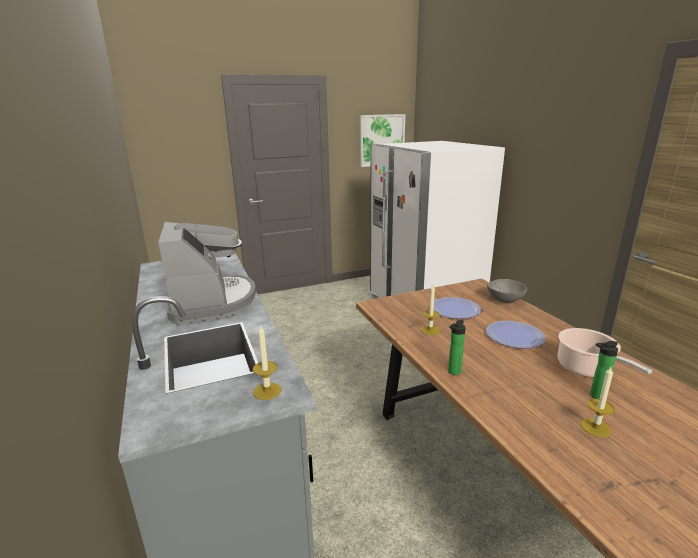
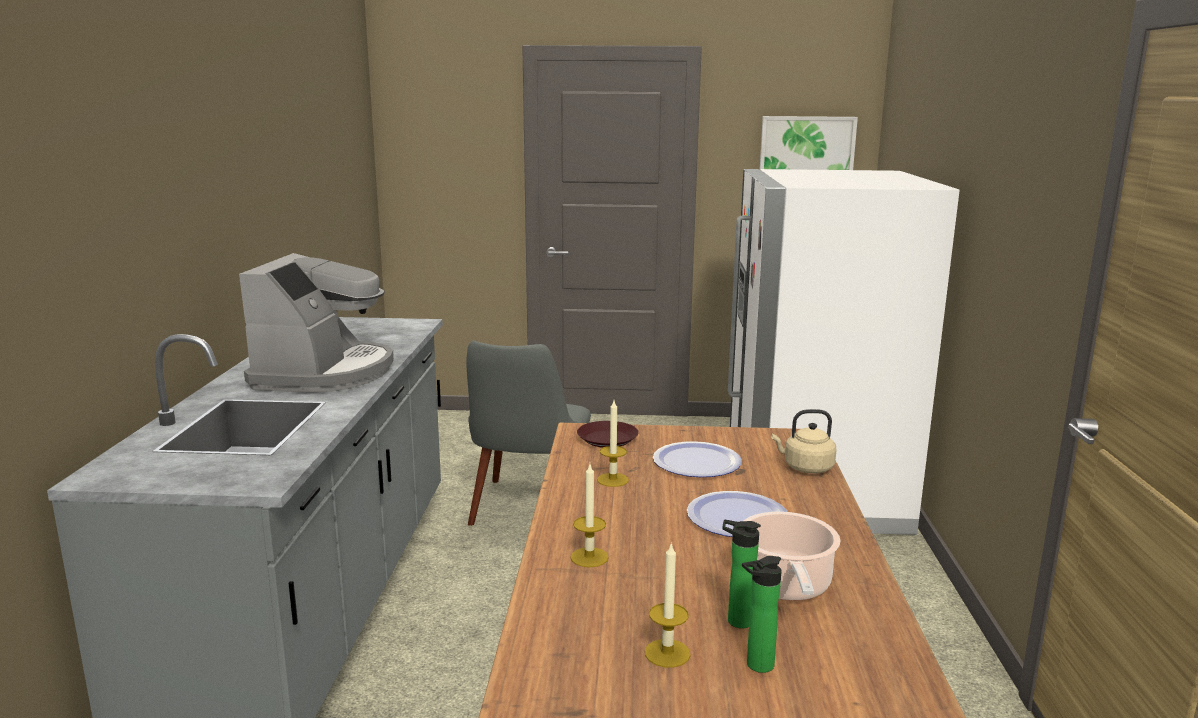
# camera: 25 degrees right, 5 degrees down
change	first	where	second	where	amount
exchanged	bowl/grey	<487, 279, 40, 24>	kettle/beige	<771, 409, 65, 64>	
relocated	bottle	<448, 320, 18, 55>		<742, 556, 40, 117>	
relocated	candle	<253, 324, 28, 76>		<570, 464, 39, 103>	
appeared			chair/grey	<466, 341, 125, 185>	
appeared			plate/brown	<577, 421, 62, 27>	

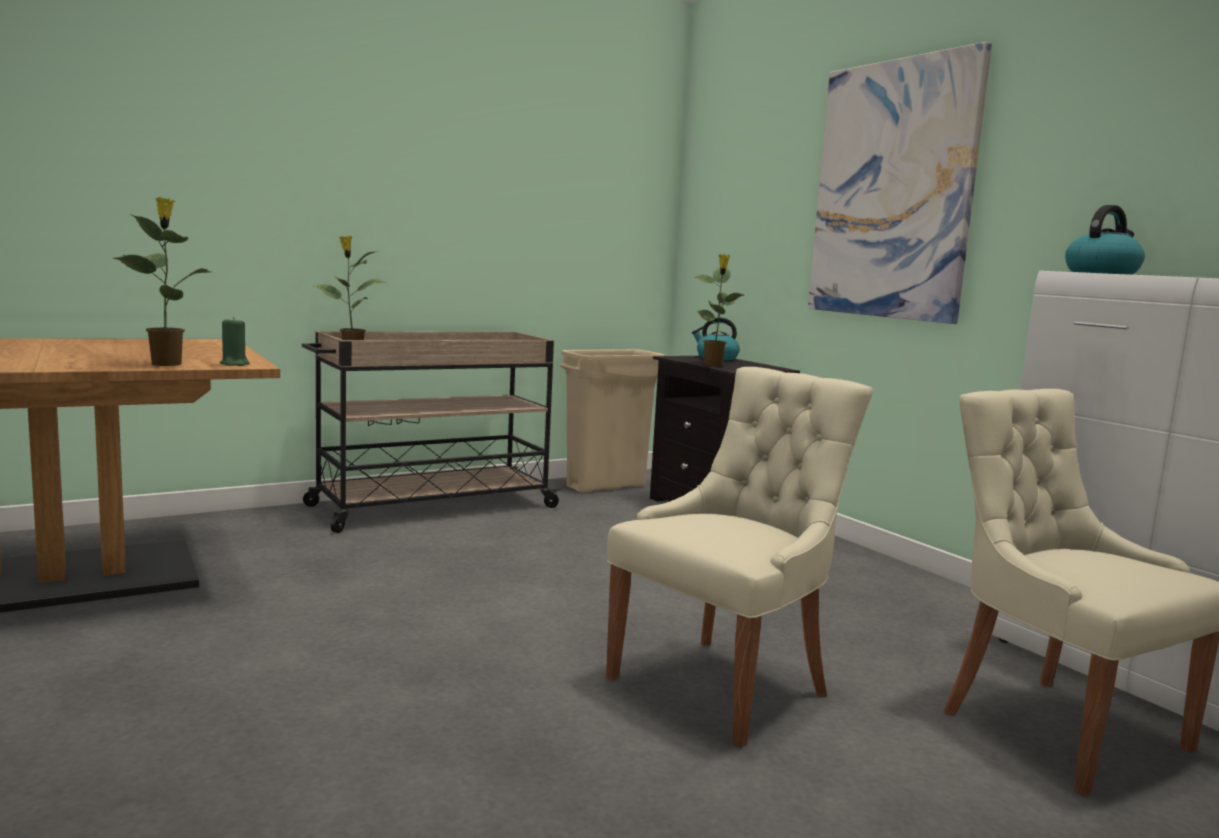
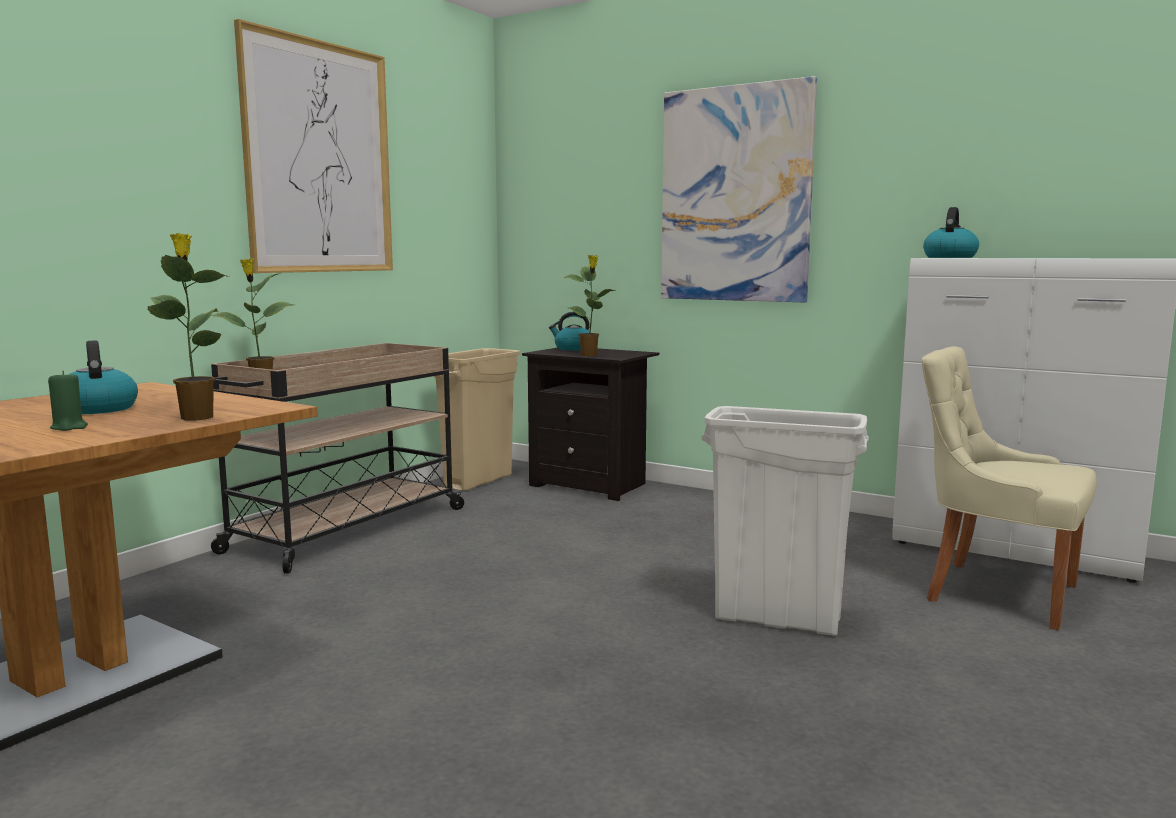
# camera: 25 degrees left, 0 degrees up
change	first	where	second	where	amount
relocated	candle/green	<220, 317, 29, 49>		<48, 371, 40, 60>	
exchanged	chair/beige	<606, 367, 267, 381>	trash can/white	<701, 406, 168, 230>	
appeared			picture	<234, 19, 159, 254>	
appeared			kettle	<69, 340, 69, 74>	

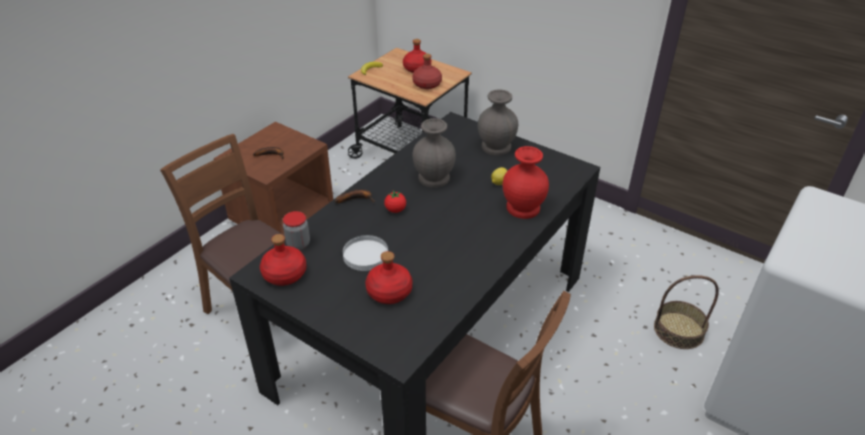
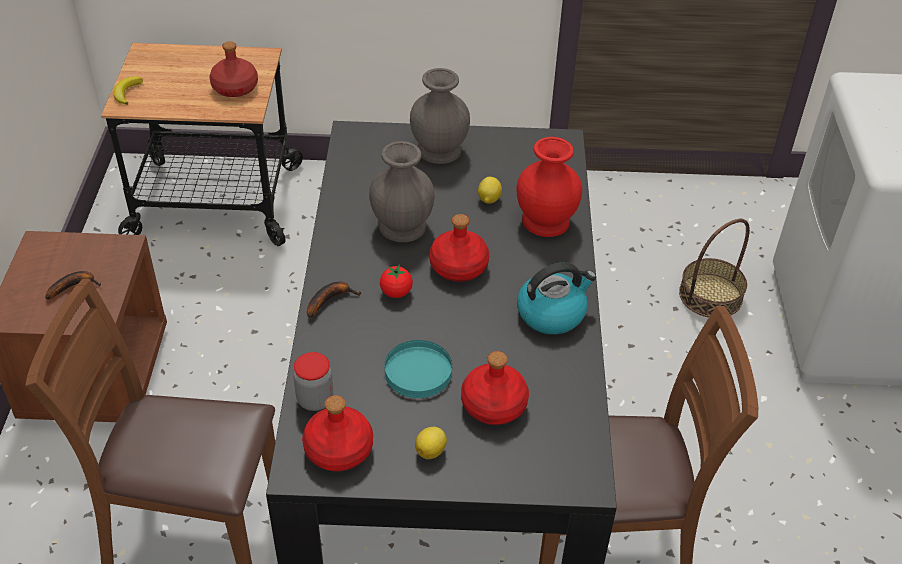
# camera: 35 degrees left, 5 degrees up
change	first	where	second	where	amount
relocated	bottle/red	<403, 39, 28, 34>		<429, 214, 60, 68>	
colour	plate/white	<343, 235, 45, 36>	plate/turquoise	<385, 340, 67, 58>	
appeared			kettle	<517, 262, 79, 72>	
appeared			lemon	<415, 427, 32, 32>	

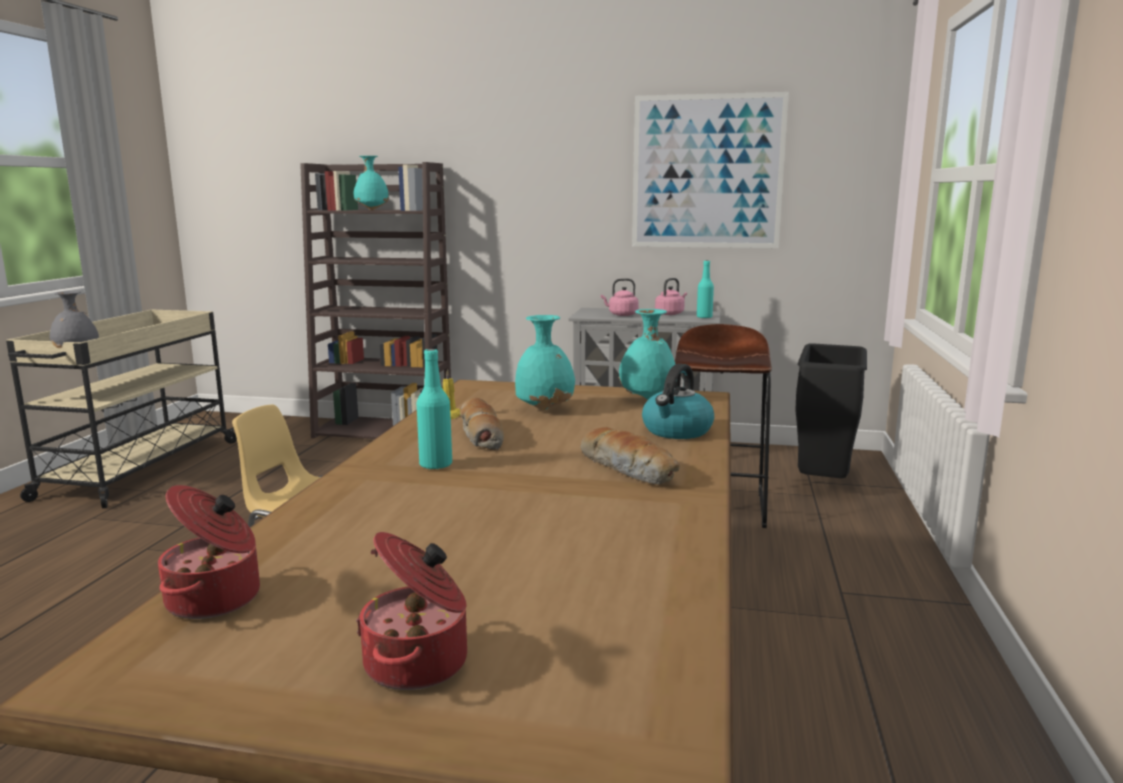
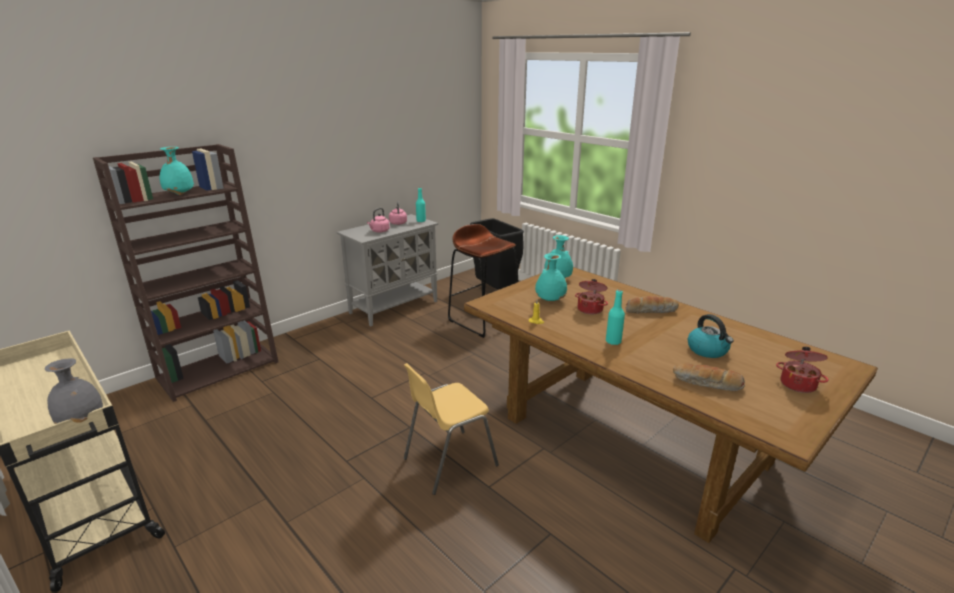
# camera: 55 degrees left, 10 degrees up
change	first	where	second	where	amount
missing	picture	<632, 92, 157, 156>			
relocated	kettle	<642, 363, 72, 76>		<688, 314, 45, 44>	
relocated	bread	<460, 398, 44, 52>		<673, 363, 72, 28>	
relocated	cooking pot	<158, 485, 102, 134>		<575, 279, 33, 35>	

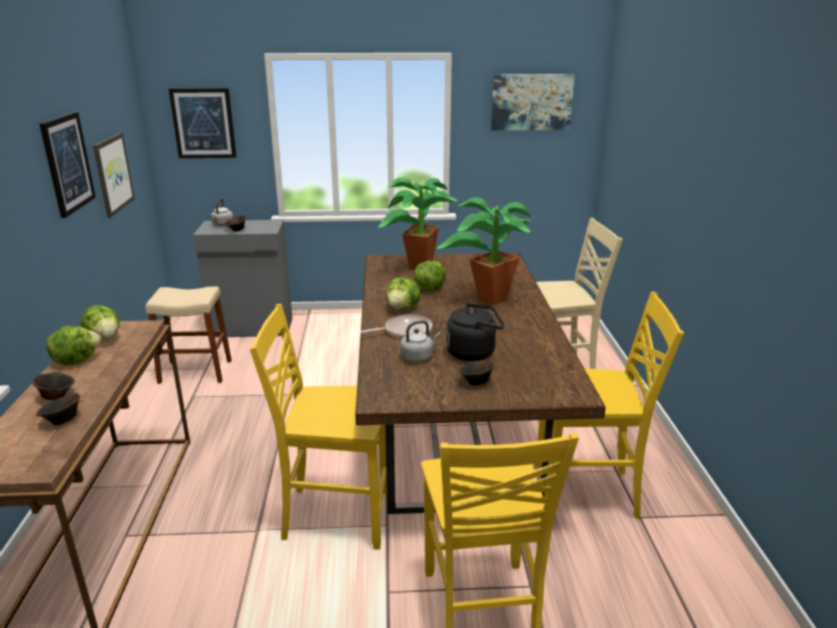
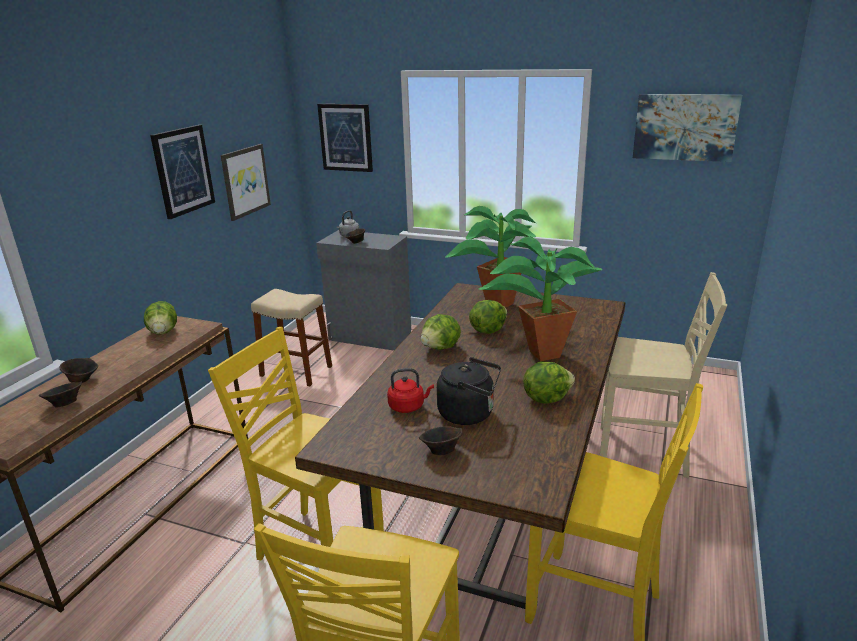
# camera: 25 degrees right, 0 degrees up
change	first	where	second	where	amount
missing	frying pan	<361, 315, 72, 24>			
colour	kettle/grey	<400, 320, 41, 42>	kettle/red	<387, 368, 47, 45>	
relocated	lettuce	<47, 326, 54, 39>		<523, 362, 52, 42>	

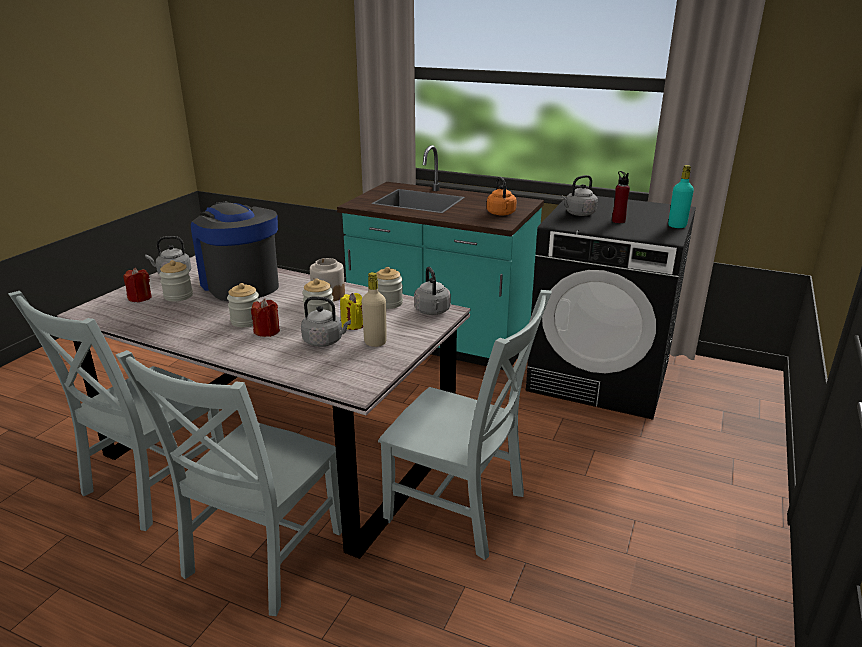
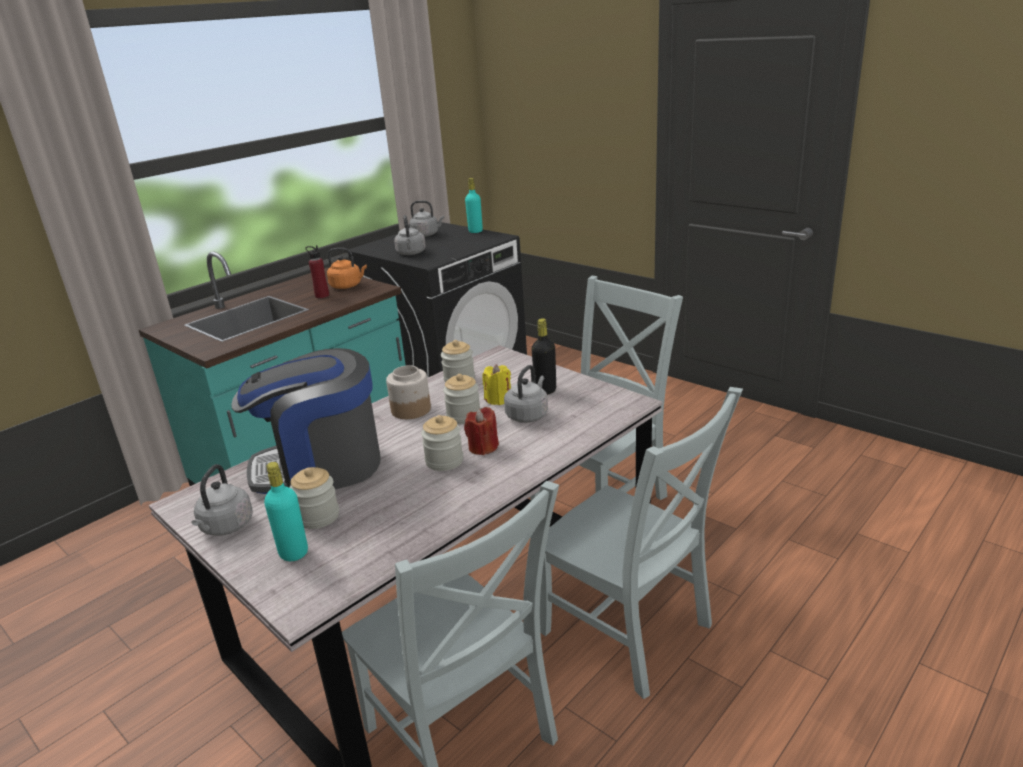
# camera: 70 degrees left, 0 degrees up
change	first	where	second	where	amount
relocated	bottle/red	<612, 171, 18, 52>		<305, 245, 24, 53>	
relocated	kettle/grey	<414, 267, 37, 48>		<409, 201, 35, 36>	
exchanged	candle/red	<123, 268, 29, 34>	bottle/turquoise	<264, 462, 44, 99>	
colour	bottle/beige	<361, 272, 26, 75>	bottle/black	<532, 318, 24, 77>	

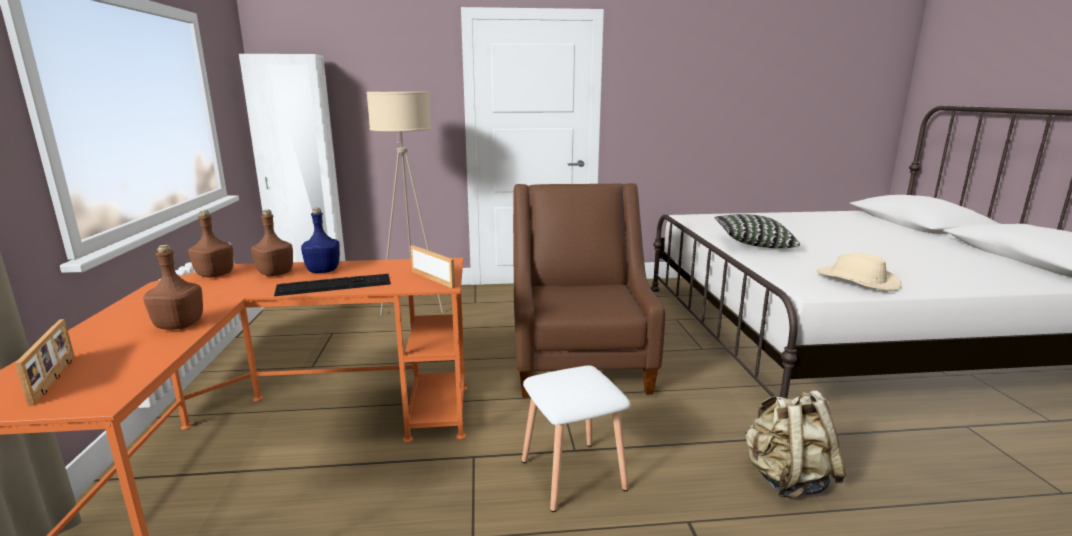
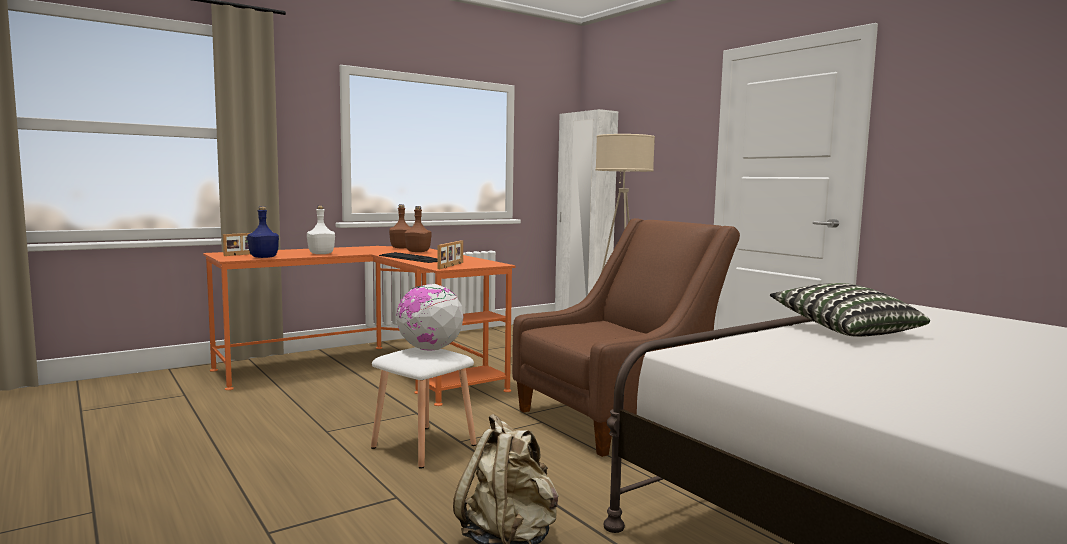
# camera: 60 degrees right, 10 degrees down
change	first	where	second	where	amount
relocated	bottle/blue	<301, 208, 39, 65>		<247, 206, 32, 52>	
colour	bottle/brown	<143, 245, 60, 85>	bottle/white	<307, 205, 28, 49>	
missing	hat/beige	<816, 253, 85, 38>			
appeared			globe	<396, 284, 68, 66>	

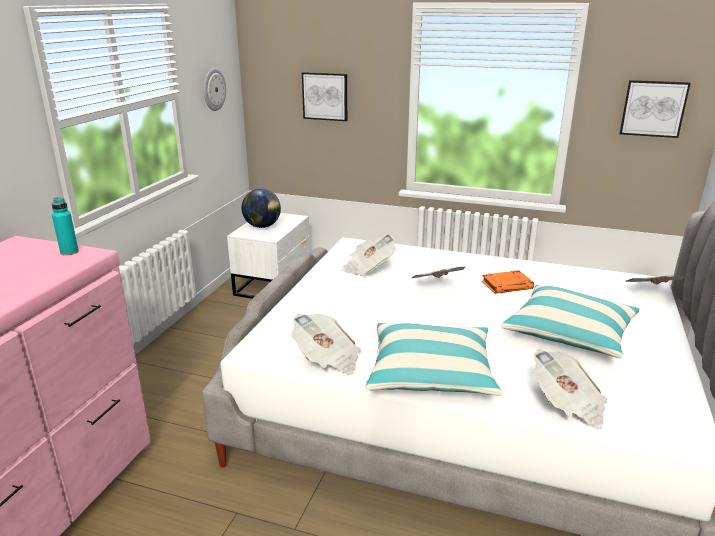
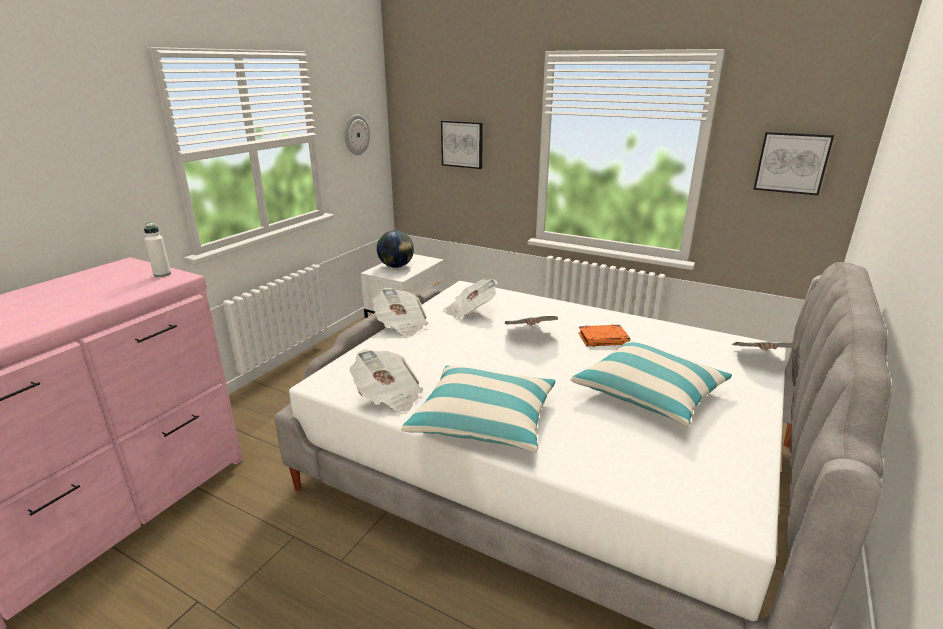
# camera: 10 degrees right, 0 degrees up
change	first	where	second	where	amount
colour	bottle/turquoise	<52, 197, 27, 58>	bottle/white	<144, 222, 27, 55>	
relocated	newspaper	<533, 350, 74, 79>		<372, 288, 57, 50>	

